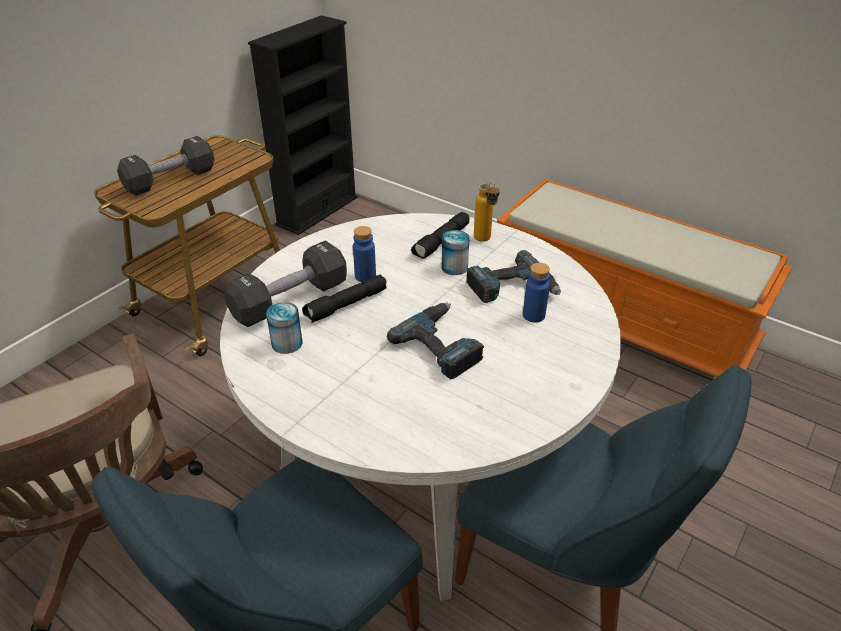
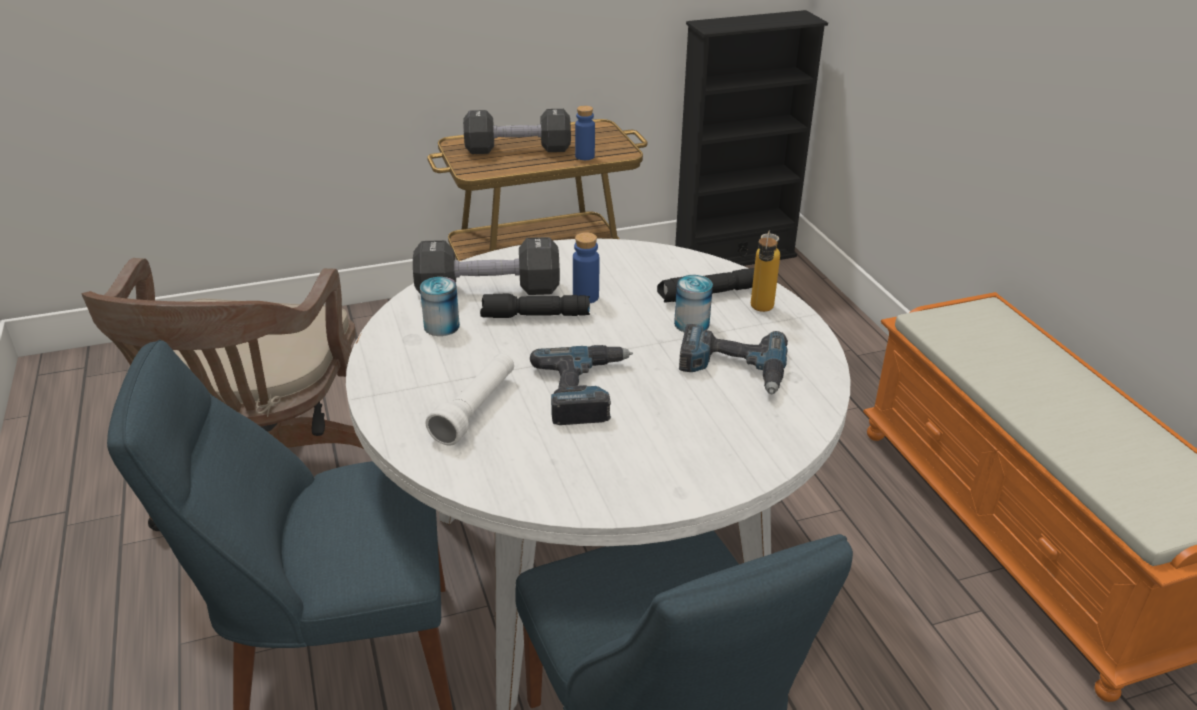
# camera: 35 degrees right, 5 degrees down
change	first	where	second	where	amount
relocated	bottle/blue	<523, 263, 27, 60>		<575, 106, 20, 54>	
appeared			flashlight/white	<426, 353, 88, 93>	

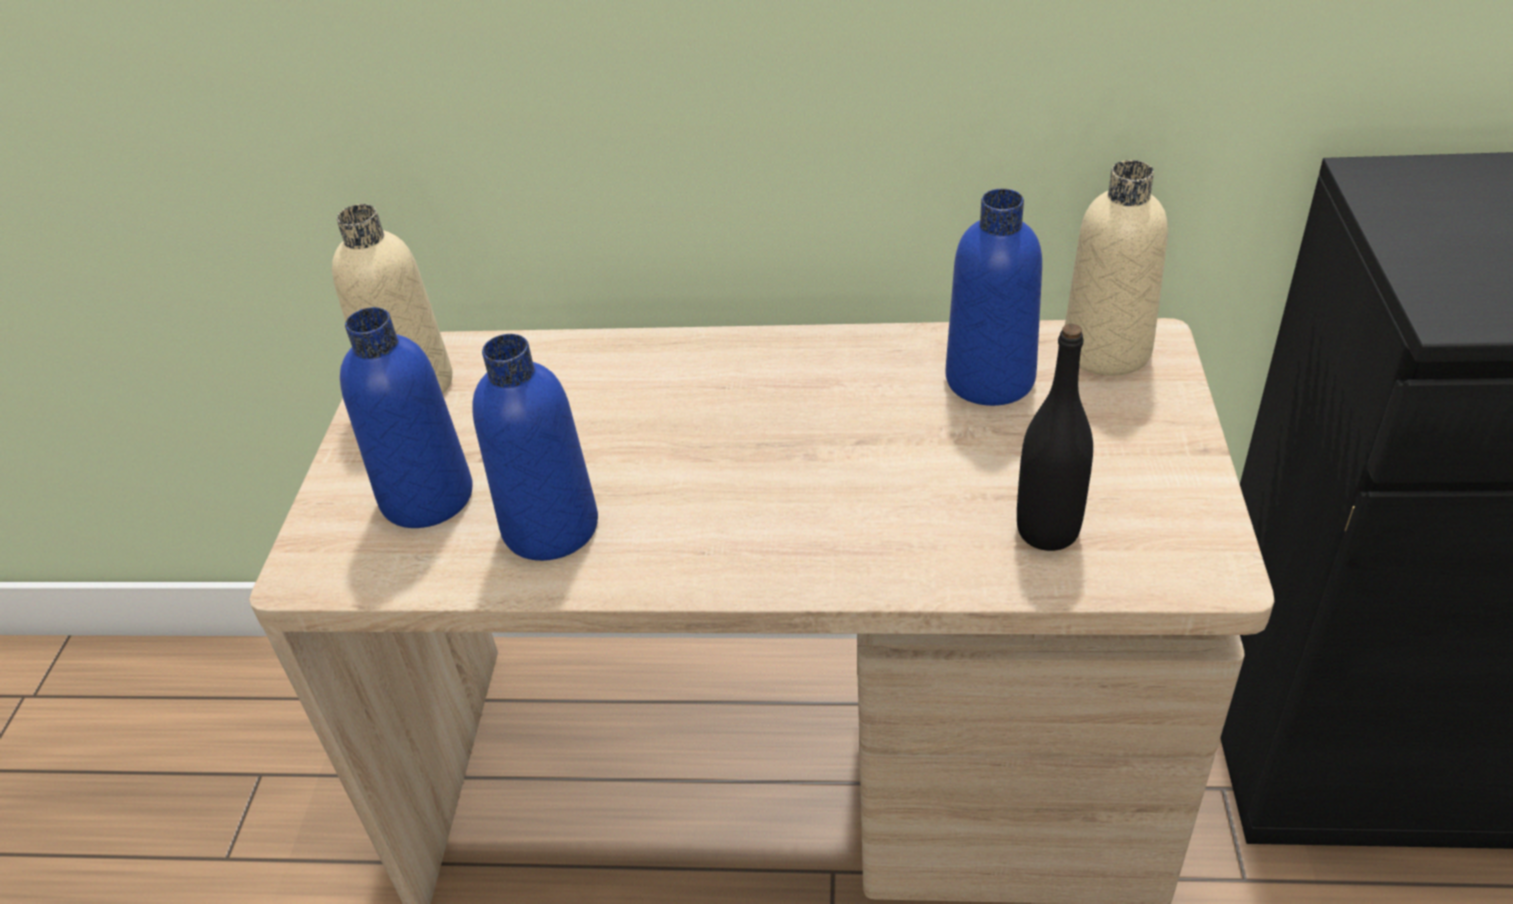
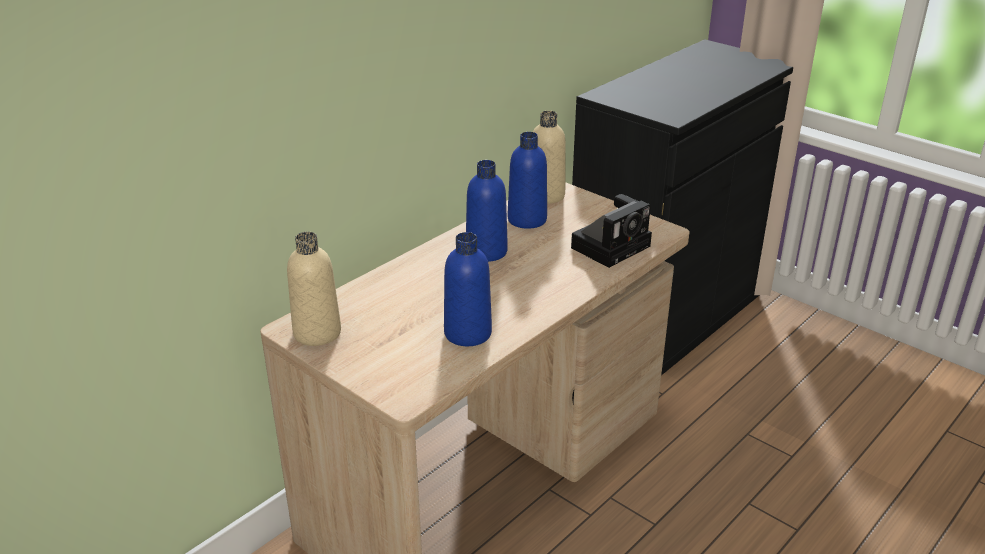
# camera: 55 degrees left, 10 degrees down
change	first	where	second	where	amount
relocated	bottle/blue	<340, 307, 133, 221>		<466, 160, 42, 102>	
exchanged	bottle/black	<1017, 324, 76, 227>	photo camera	<571, 194, 81, 74>	

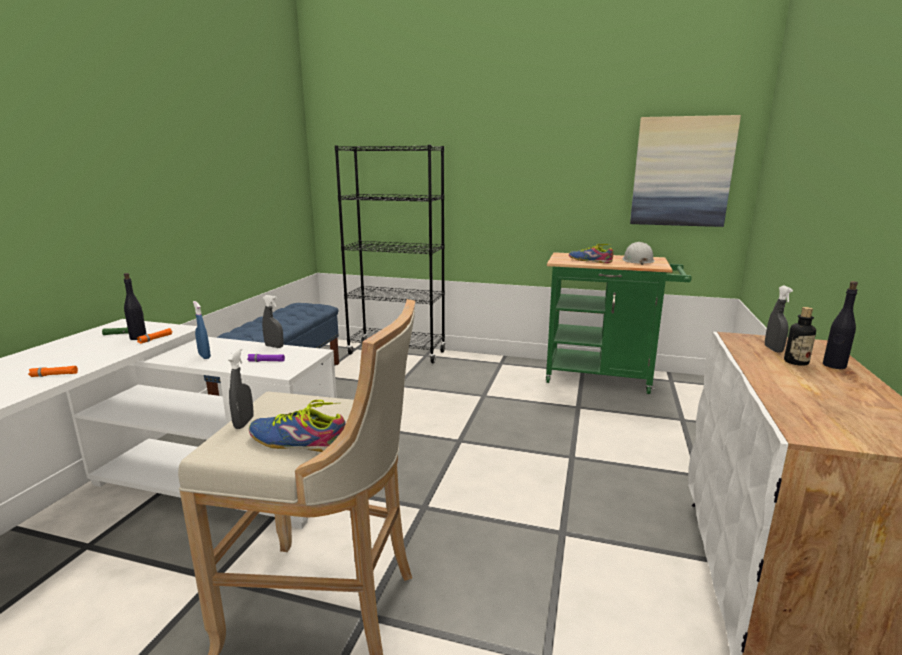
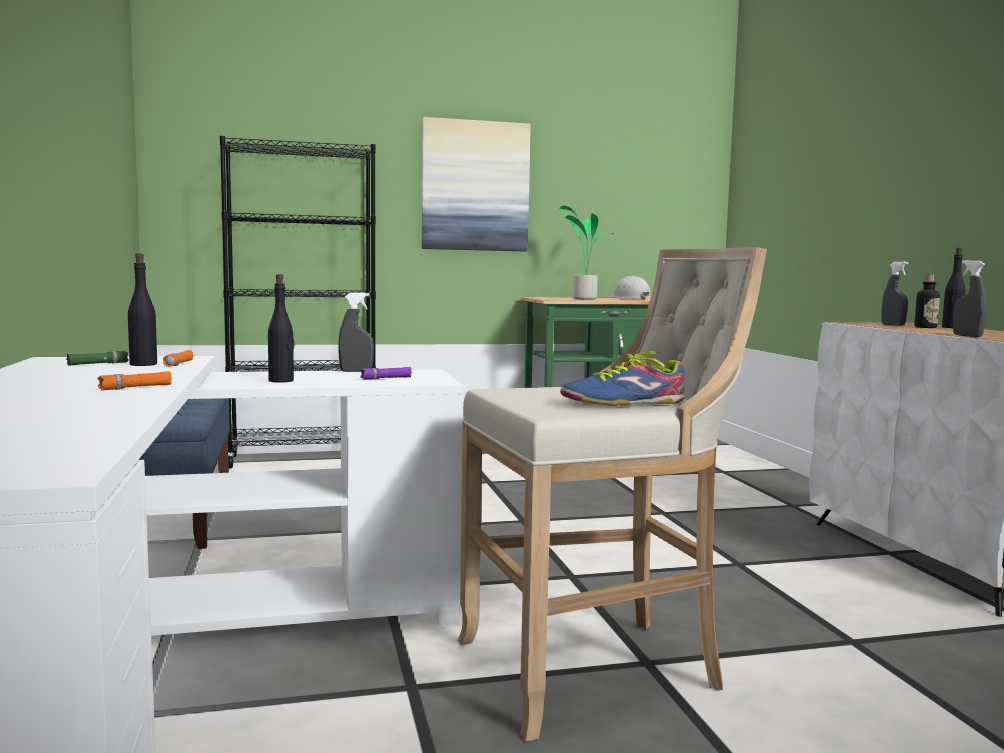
# camera: 30 degrees left, 10 degrees down
change	first	where	second	where	amount
relocated	picture	<630, 115, 111, 112>		<422, 117, 109, 134>	
exchanged	shoe	<569, 244, 44, 19>	potted plant	<560, 206, 54, 93>	
exchanged	spray bottle/blue	<193, 301, 18, 58>	bottle/black	<268, 274, 27, 109>	
relocated	spray bottle/grey	<228, 348, 25, 81>		<953, 260, 34, 77>	

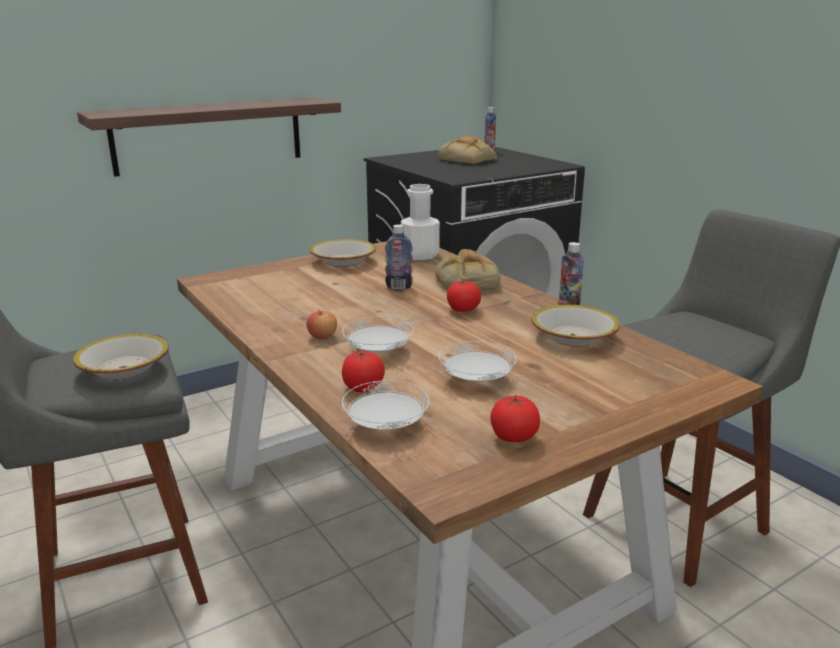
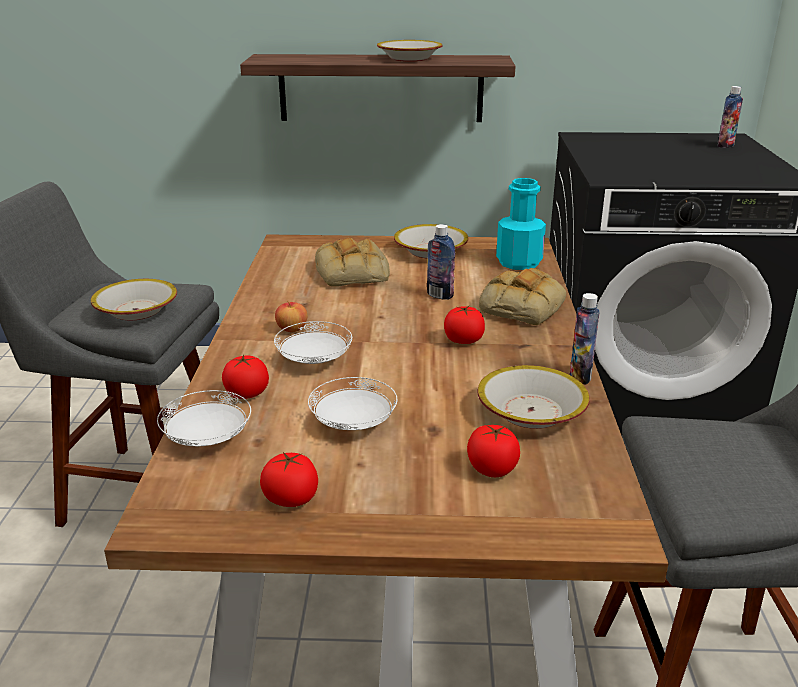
# camera: 35 degrees right, 5 degrees up
change	first	where	second	where	amount
relocated	bread	<438, 136, 59, 28>		<315, 238, 75, 48>	
colour	bottle/white	<401, 184, 39, 76>	bottle/turquoise	<496, 178, 50, 92>	
appeared			bowl	<377, 40, 65, 22>	
appeared			tomato	<467, 425, 53, 52>	

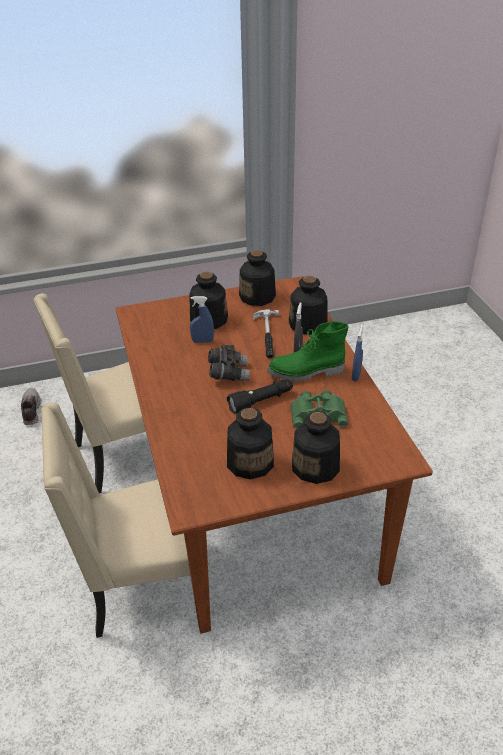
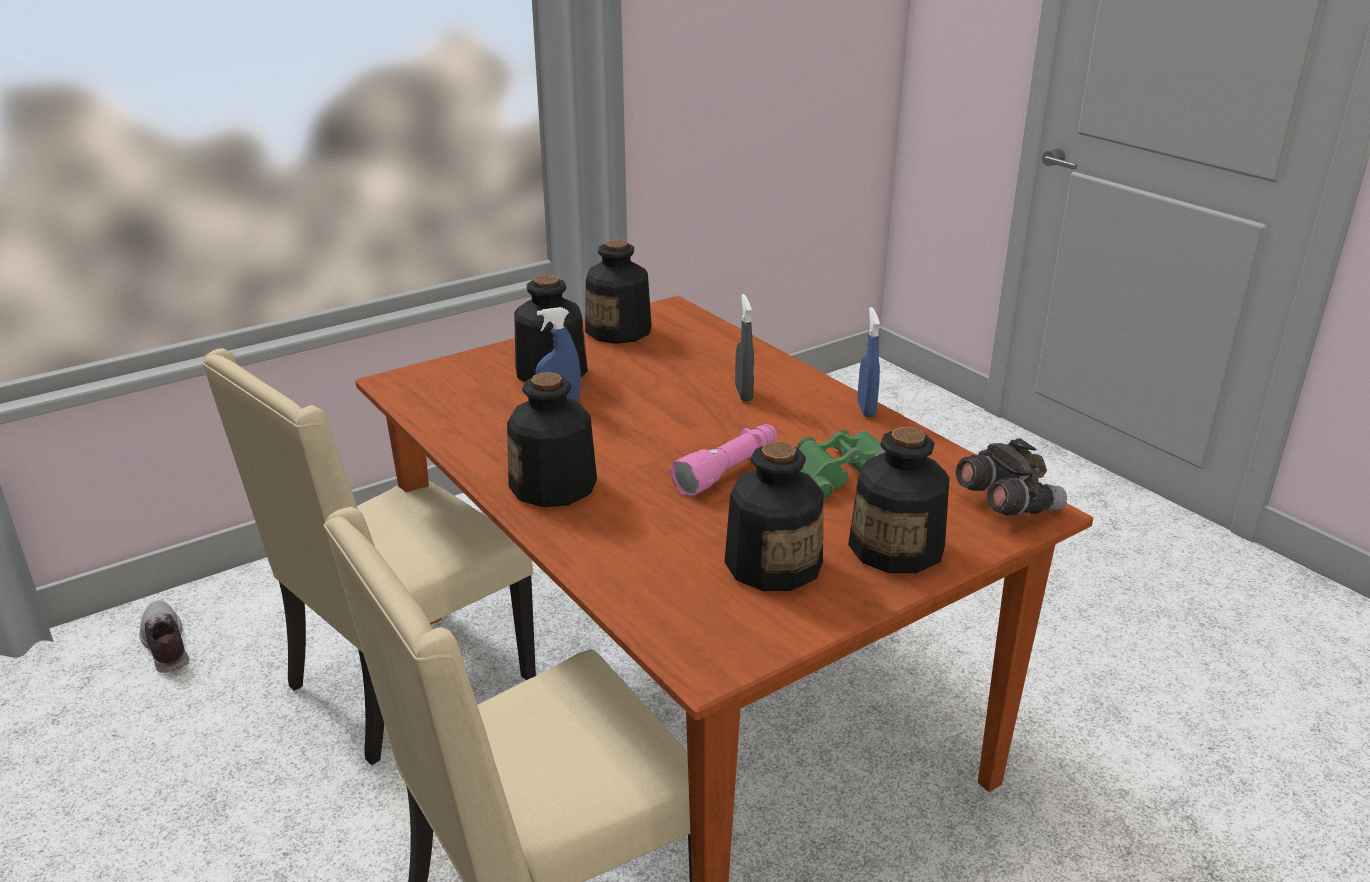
# camera: 20 degrees left, 10 degrees down
change	first	where	second	where	amount
relocated	bottle	<289, 276, 39, 59>		<507, 372, 90, 135>	
missing	hammer	<253, 309, 26, 49>			
missing	boot/green	<267, 321, 82, 61>			
relocated	binoculars/grey	<208, 345, 42, 36>		<956, 439, 111, 76>	
colour	flashlight/black	<227, 379, 66, 35>	flashlight/pink	<670, 424, 107, 73>	

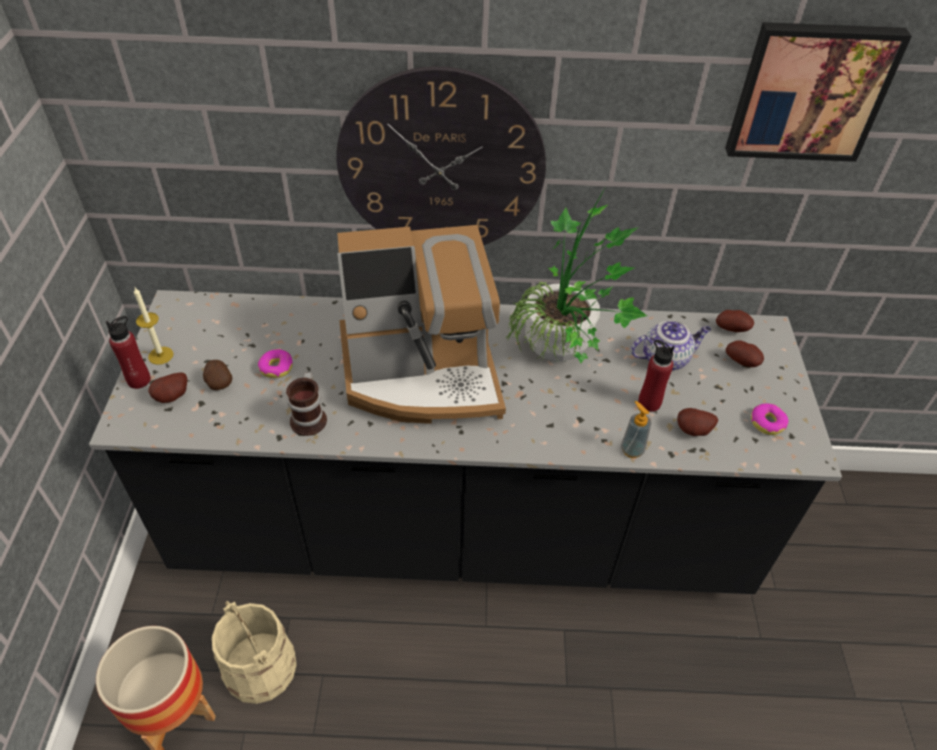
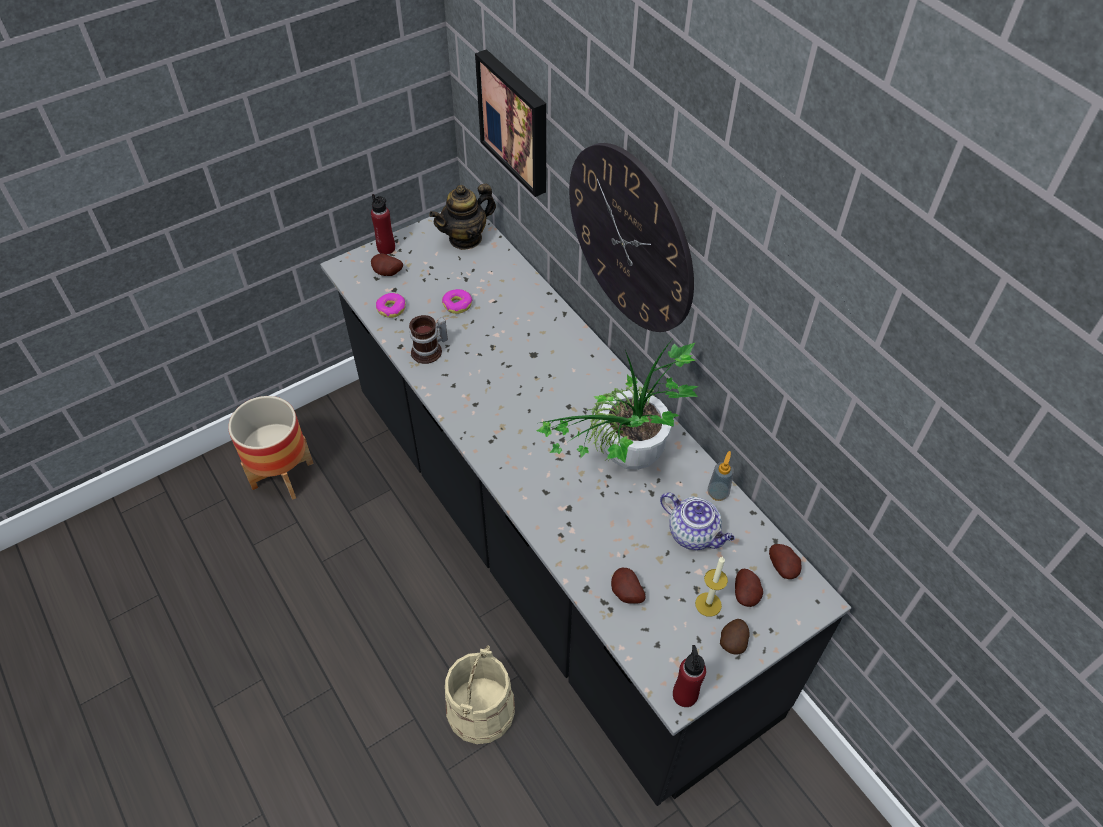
# camera: 55 degrees right, 5 degrees up
change	first	where	second	where	amount
relocated	picture	<725, 22, 187, 140>		<475, 49, 71, 148>	
missing	coffee machine	<337, 225, 169, 198>			
relocated	candle	<134, 288, 40, 77>		<695, 557, 33, 60>	
relocated	bottle/red	<638, 340, 37, 72>		<673, 645, 33, 62>	
relocated	potato	<203, 360, 29, 30>		<720, 619, 30, 36>	
relocated	soap dispenser	<621, 401, 30, 57>		<707, 451, 27, 50>	
relocated	donut	<751, 403, 38, 32>		<376, 293, 30, 25>	
relocated	bucket/beige	<212, 601, 85, 103>		<445, 645, 70, 99>	
appeared			teapot	<429, 184, 67, 66>	

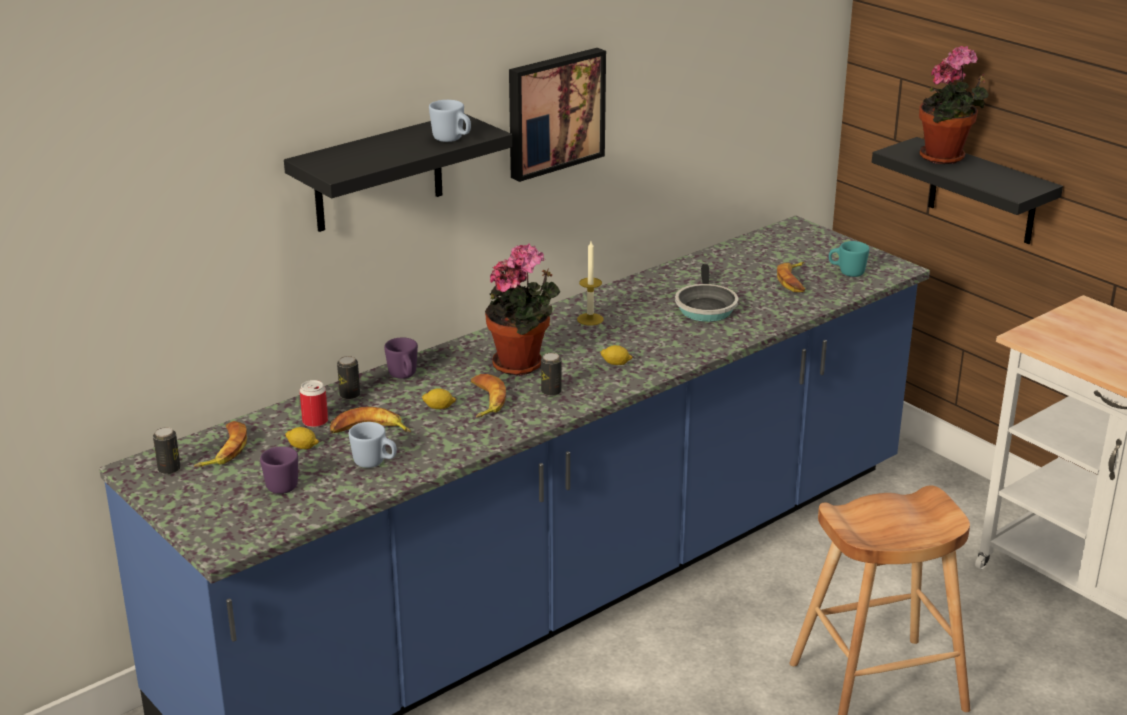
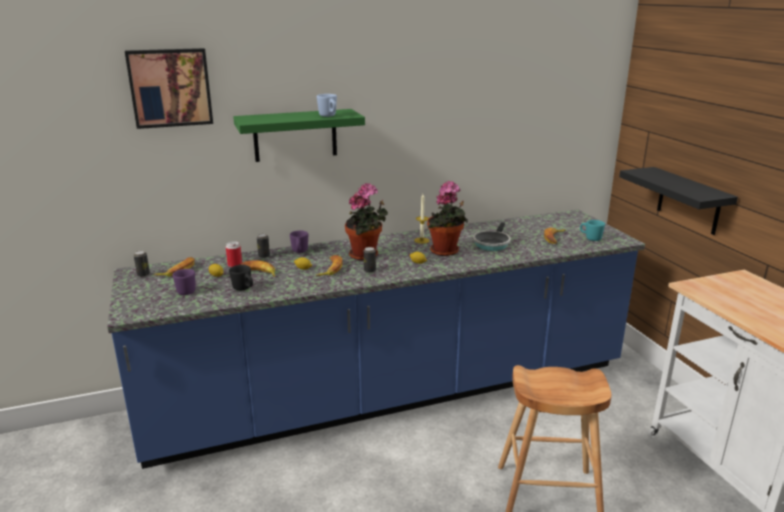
# camera: 20 degrees right, 5 degrees down
change	first	where	second	where	amount
relocated	potted plant	<919, 46, 70, 118>		<427, 181, 41, 75>	
relocated	picture	<509, 48, 97, 134>		<125, 48, 88, 81>	
colour	shelf/black	<284, 113, 228, 119>	shelf/green	<233, 109, 132, 53>	
colour	mug/blue	<349, 422, 48, 46>	mug/black	<229, 265, 24, 26>	

